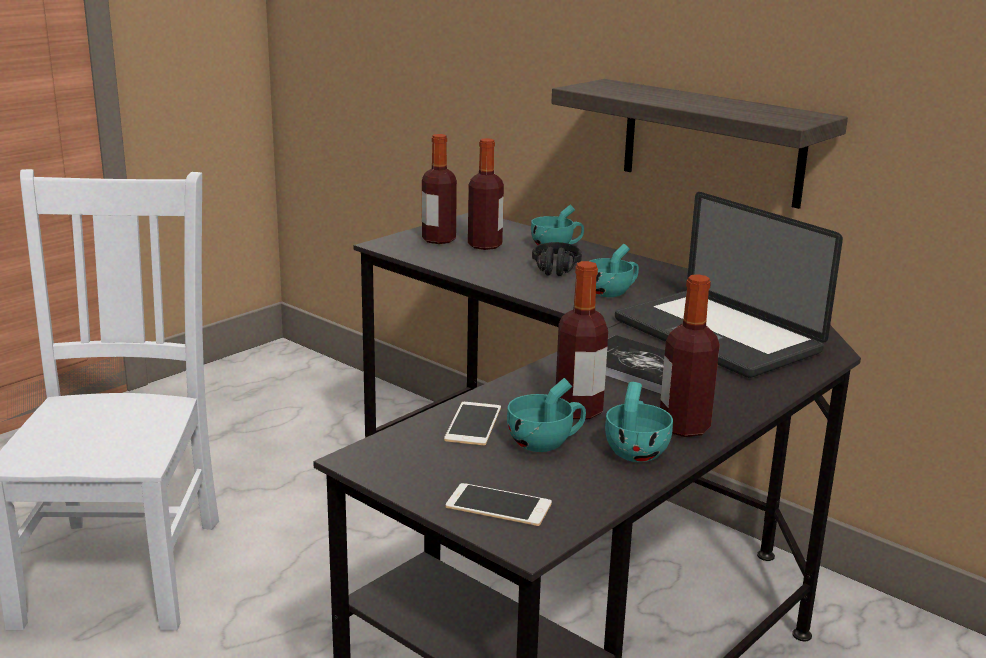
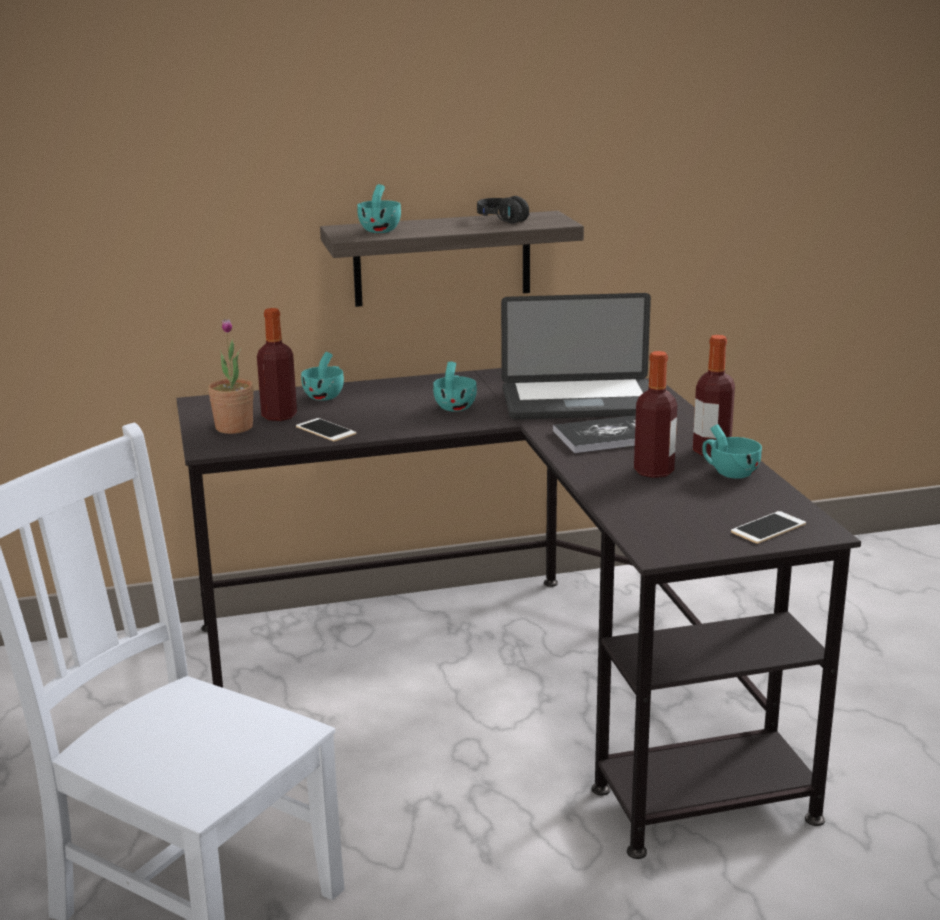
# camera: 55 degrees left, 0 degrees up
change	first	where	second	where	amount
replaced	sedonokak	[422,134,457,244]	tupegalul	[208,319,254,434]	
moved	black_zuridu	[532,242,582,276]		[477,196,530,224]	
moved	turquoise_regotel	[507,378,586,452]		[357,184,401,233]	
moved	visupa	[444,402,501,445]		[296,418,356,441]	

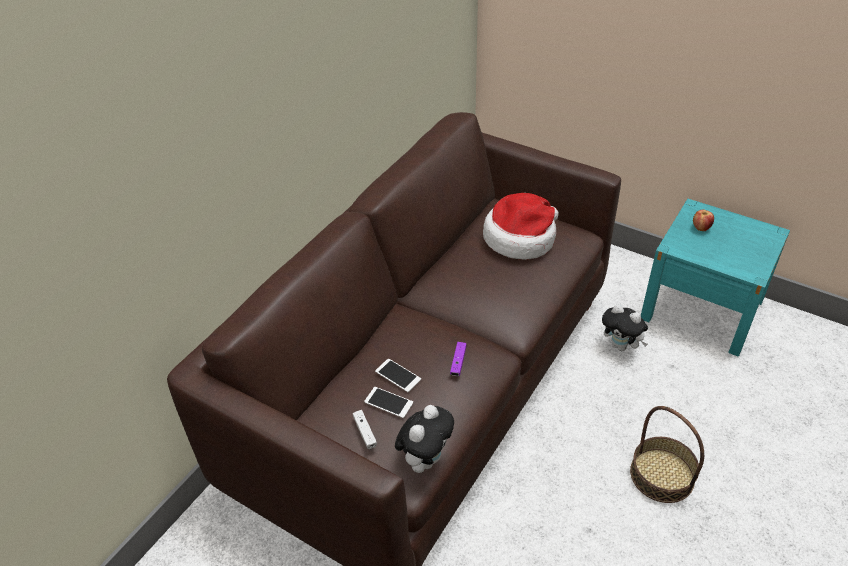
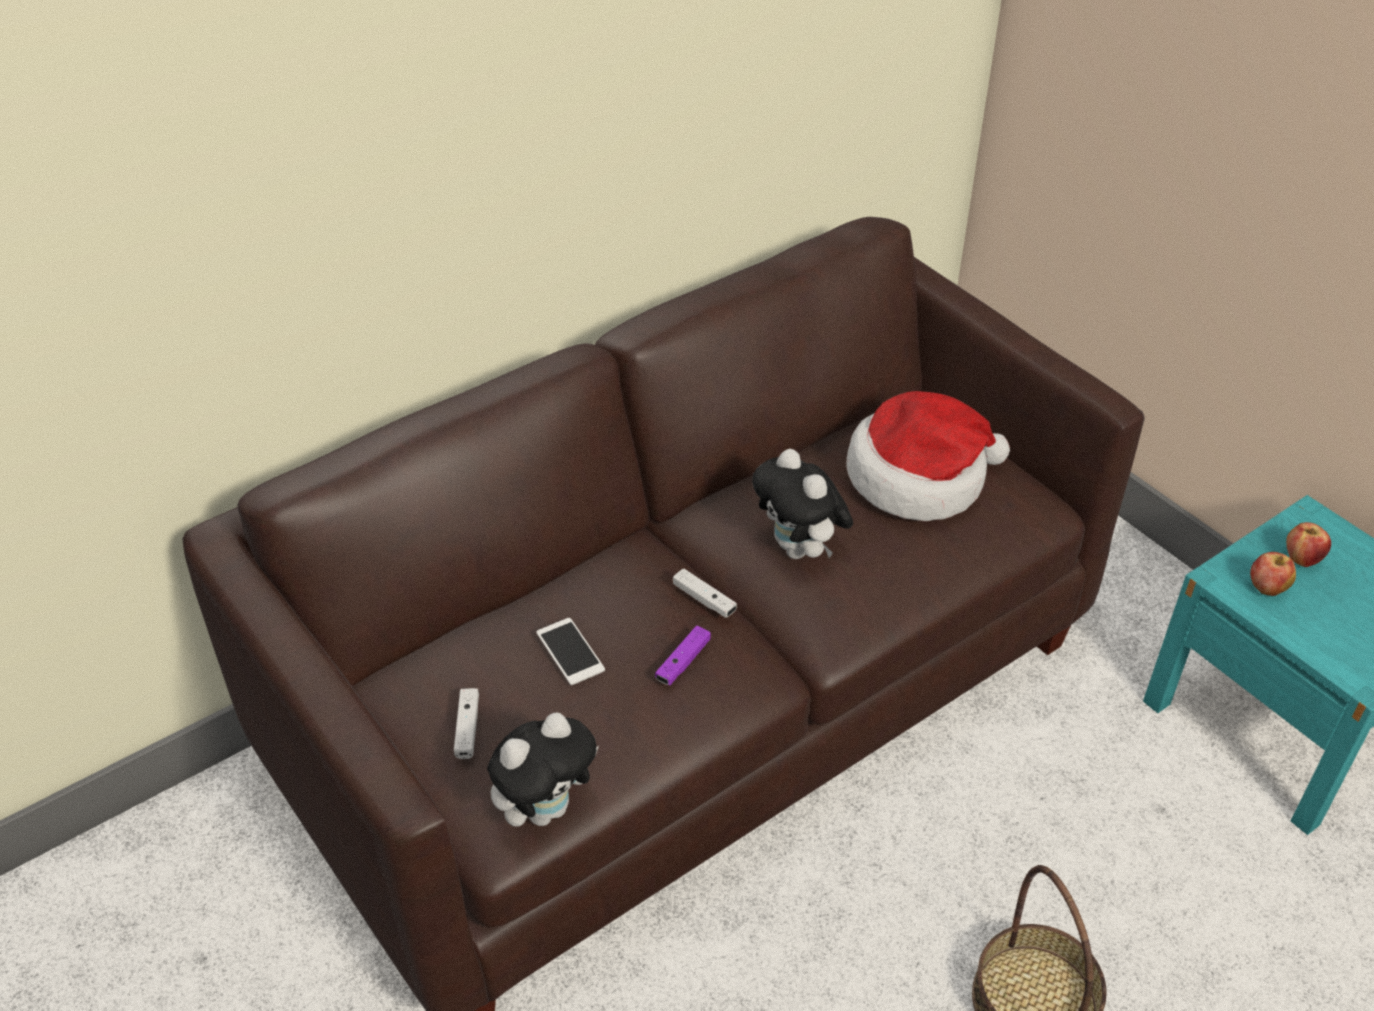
# camera: 20 degrees right, 0 degrees up
change	first	where	second	where	amount
moved	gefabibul	[602,304,648,351]		[752,449,853,559]	
removed	visupa	[364,387,413,418]			
added			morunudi	[1250,552,1296,596]	
added			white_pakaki	[673,568,737,618]	

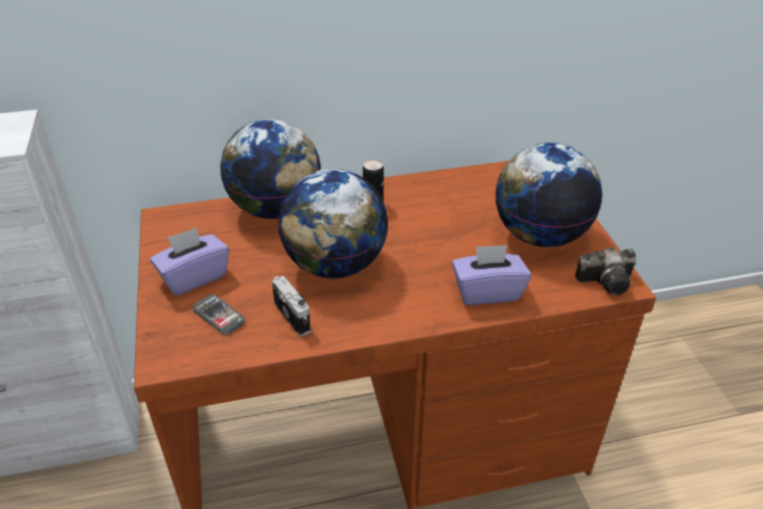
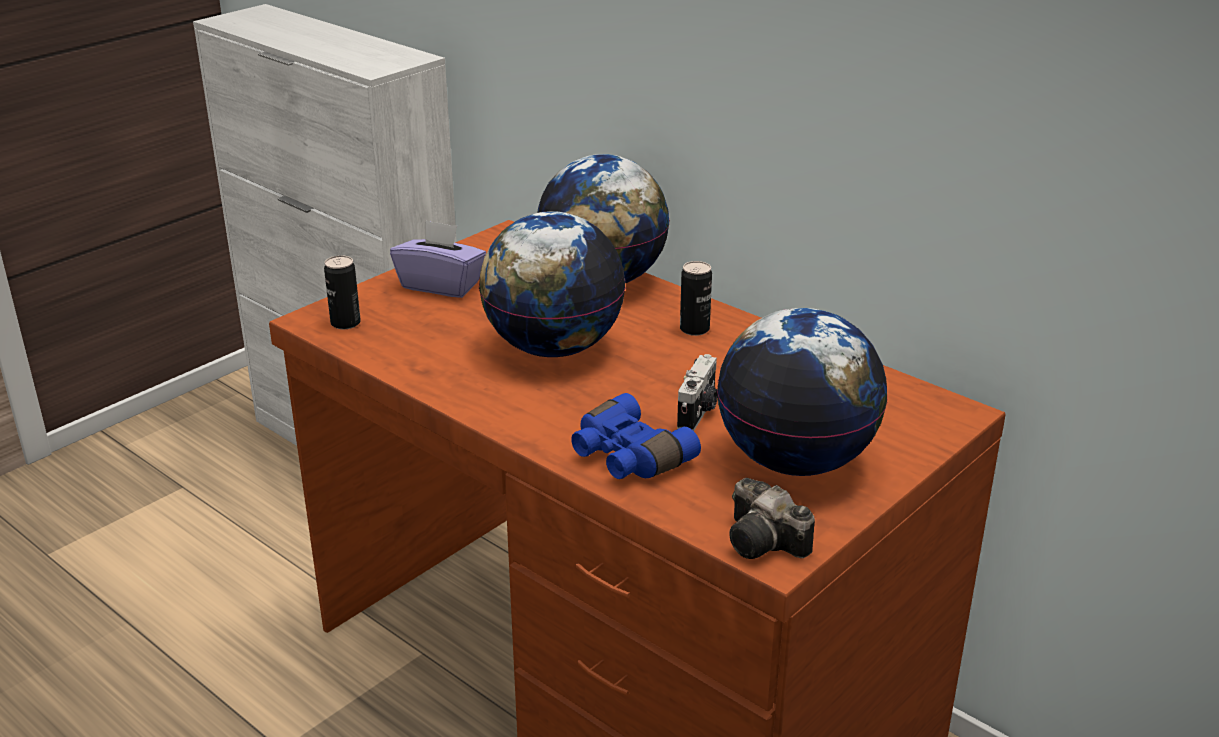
# camera: 55 degrees right, 10 degrees down
change	first	where	second	where	amount
replaced	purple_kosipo	[452,245,531,305]	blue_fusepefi	[571,393,701,479]	
moved	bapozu	[272,276,311,336]		[677,354,718,431]	
removed	visupa	[193,294,245,335]			
added			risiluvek	[324,255,361,329]	

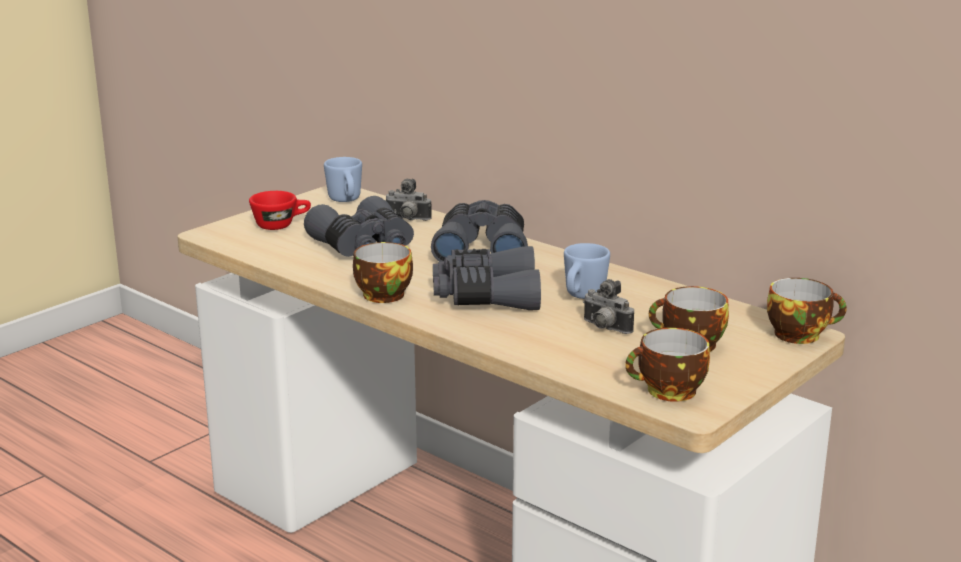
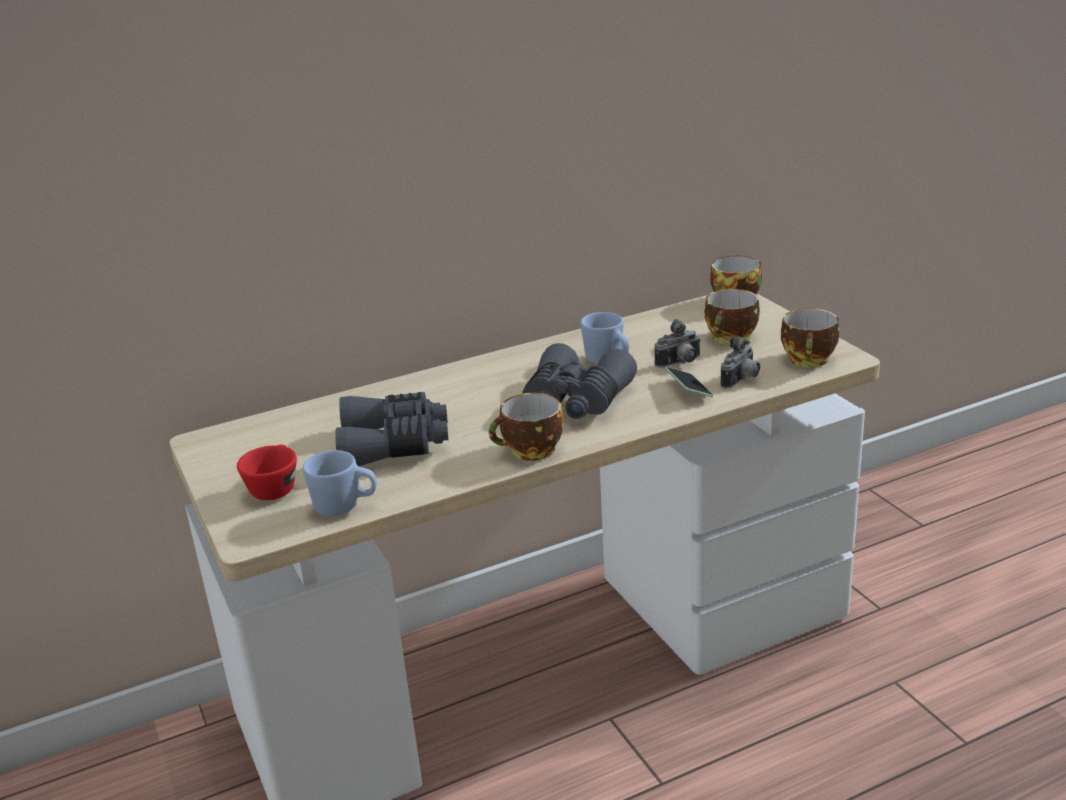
# camera: 65 degrees left, 5 degrees up
change	first	where	second	where	amount
moved	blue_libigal	[324,157,362,202]		[303,450,377,516]	
moved	bapozu	[385,179,432,221]		[721,336,760,389]	
removed	grey_fusepefi	[431,200,528,261]			
added			visupa	[665,367,713,397]	

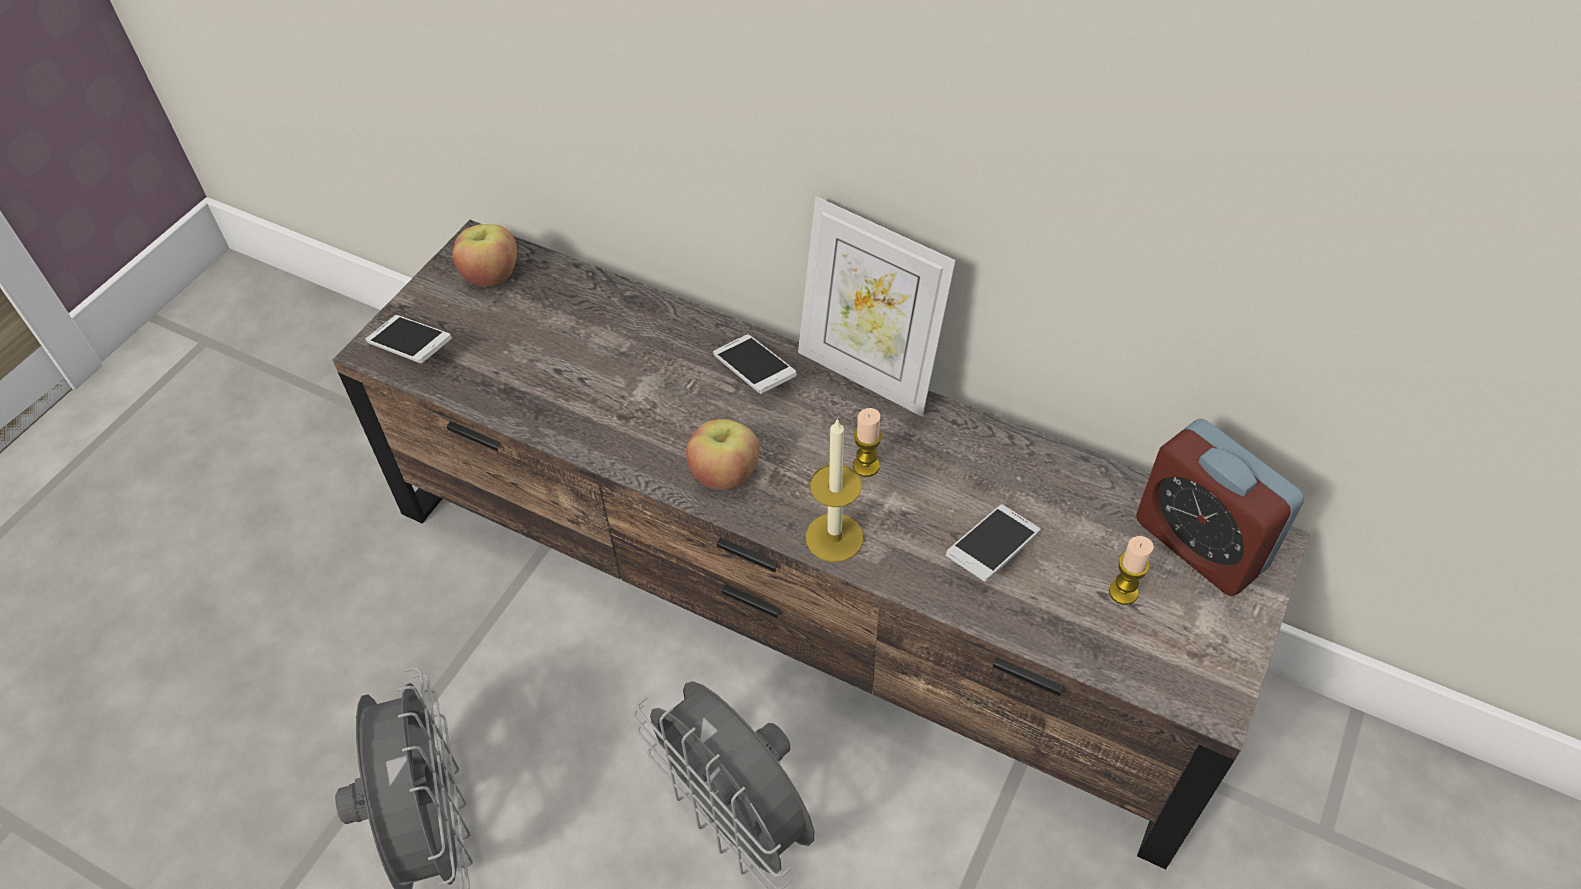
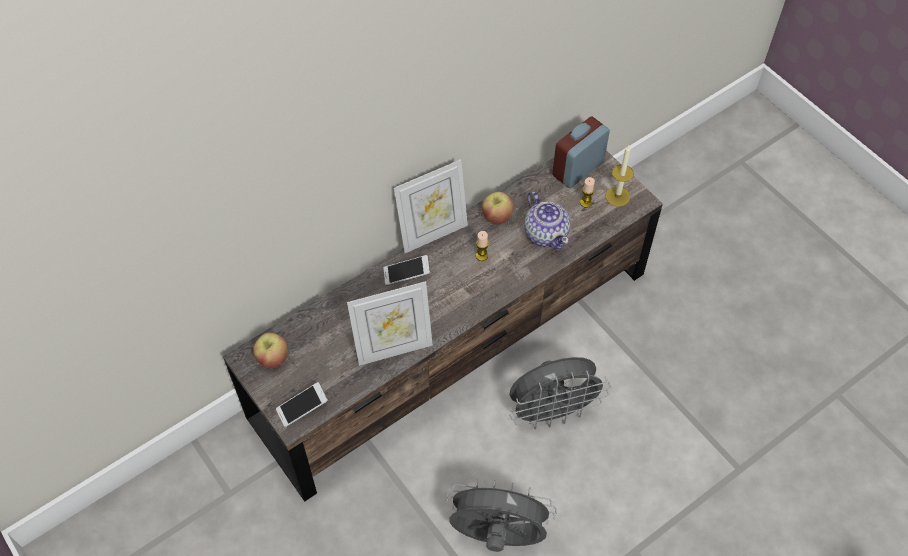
# camera: 65 degrees left, 5 degrees up
change	first	where	second	where	amount
moved	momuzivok	[806,418,864,562]		[606,145,634,207]	
turned	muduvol	[1136,418,1304,596]		[552,117,610,188]	150 degrees clockwise
moved	morunudi	[686,419,759,490]		[482,192,513,225]	
replaced	visupa	[946,504,1040,582]	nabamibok	[524,191,570,250]	
added			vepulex	[347,281,433,366]	

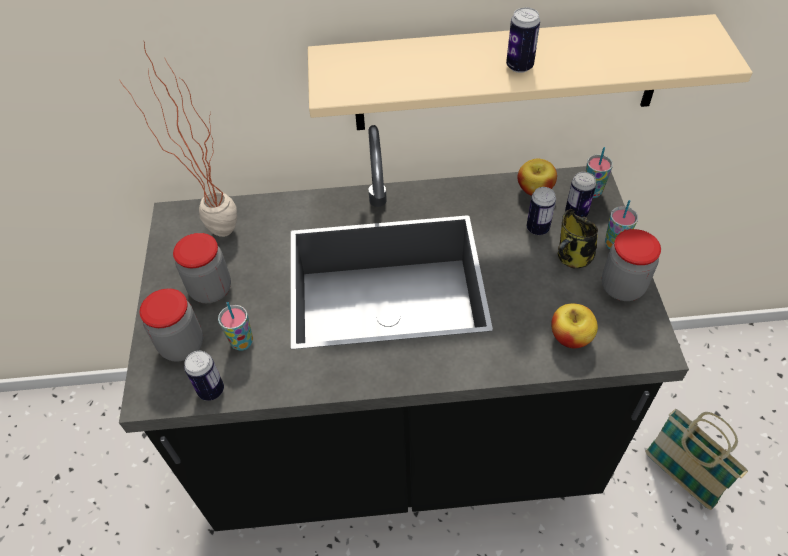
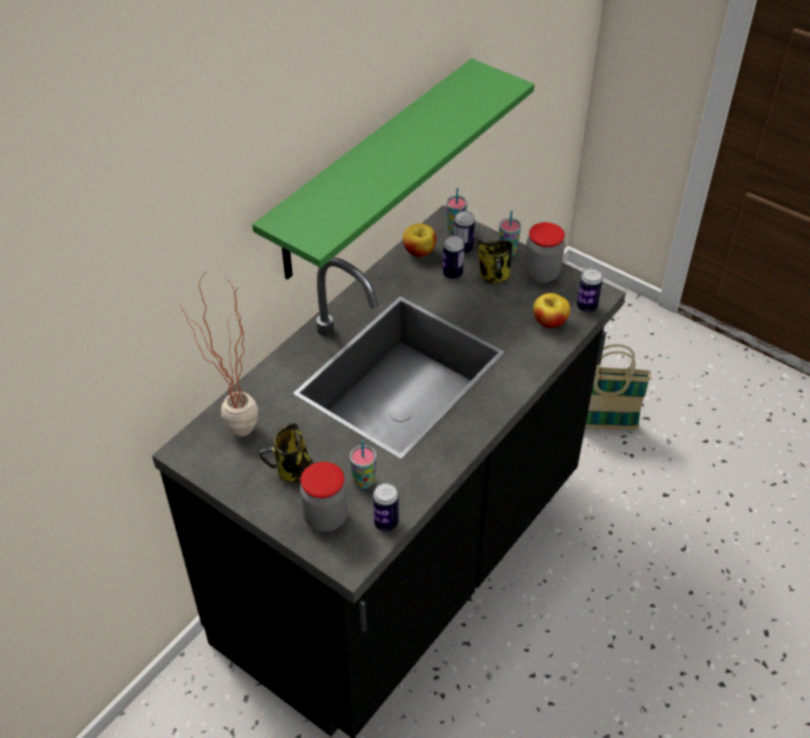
# camera: 50 degrees left, 5 degrees down
change	first	where	second	where	amount
moved	risiluvek	[506,7,540,73]		[577,268,603,313]	
recoloured	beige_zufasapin	[308,14,753,130]	green_zufasapin	[252,59,535,280]	
replaced	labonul	[173,233,231,303]	libigal	[259,423,314,483]	

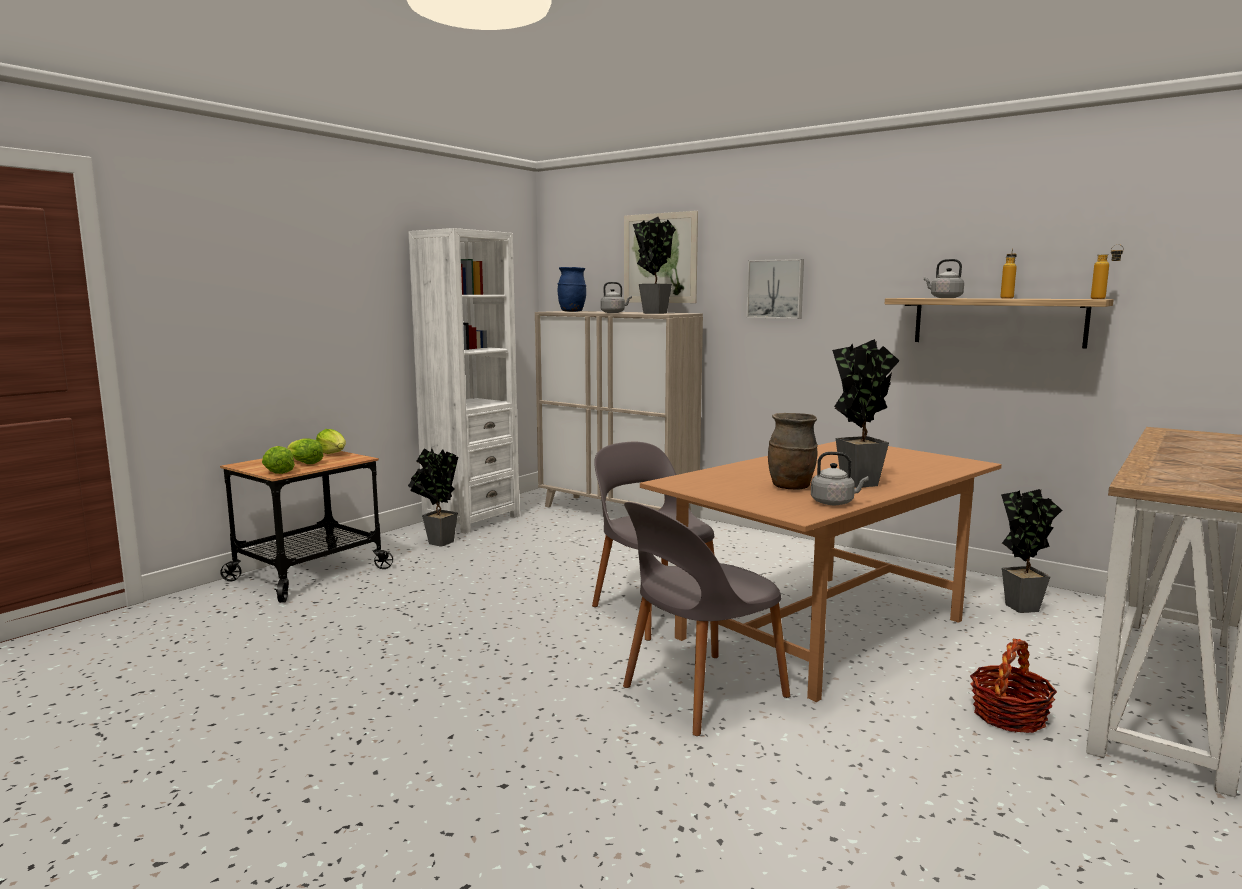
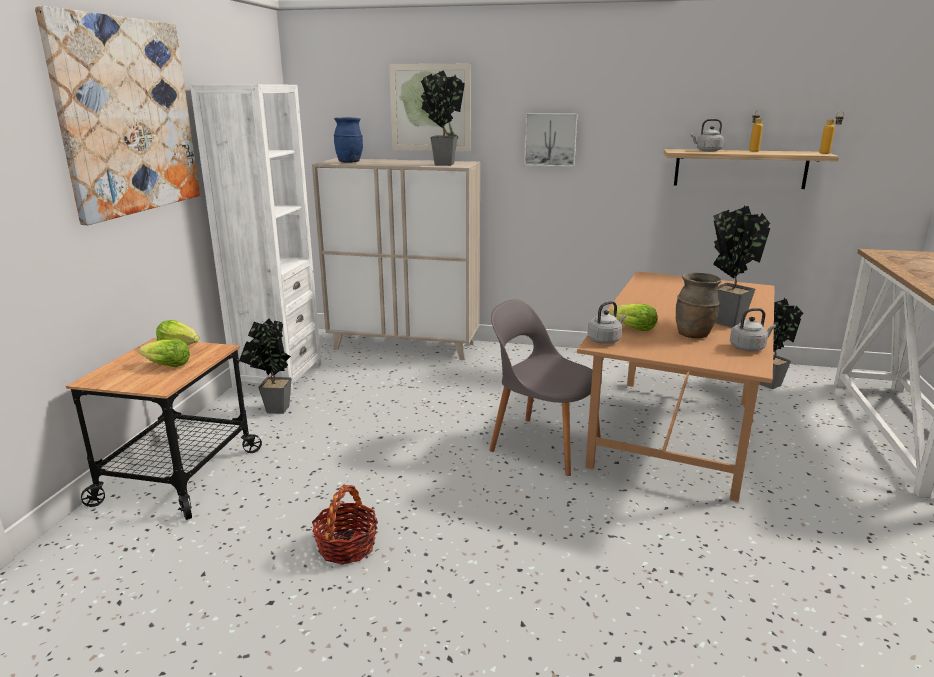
# camera: 25 degrees left, 10 degrees up
change	first	where	second	where	amount
moved	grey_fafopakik	[600,282,632,313]		[588,301,626,344]	
moved	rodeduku	[262,446,295,474]		[609,303,657,331]	
removed	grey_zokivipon	[623,502,790,736]			
moved	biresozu	[970,639,1057,733]		[312,485,378,565]	
added			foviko	[35,6,200,225]	

